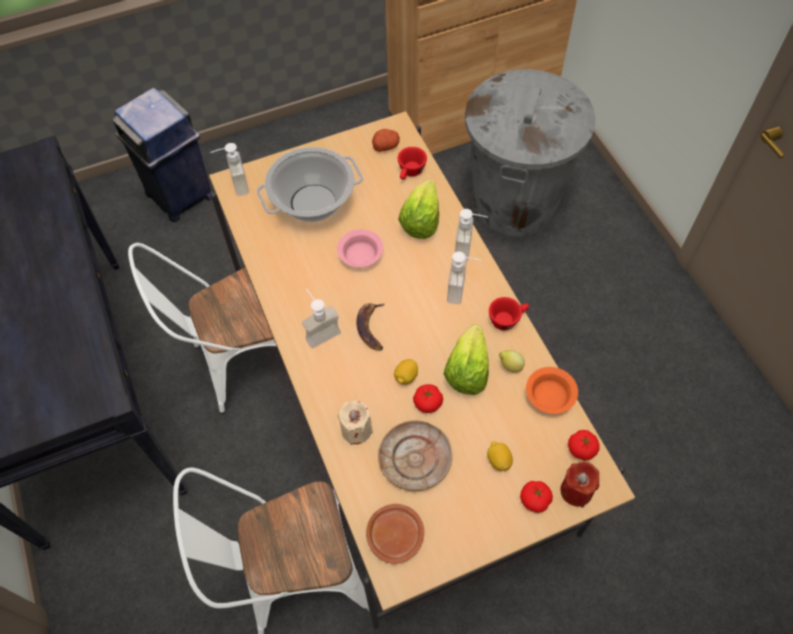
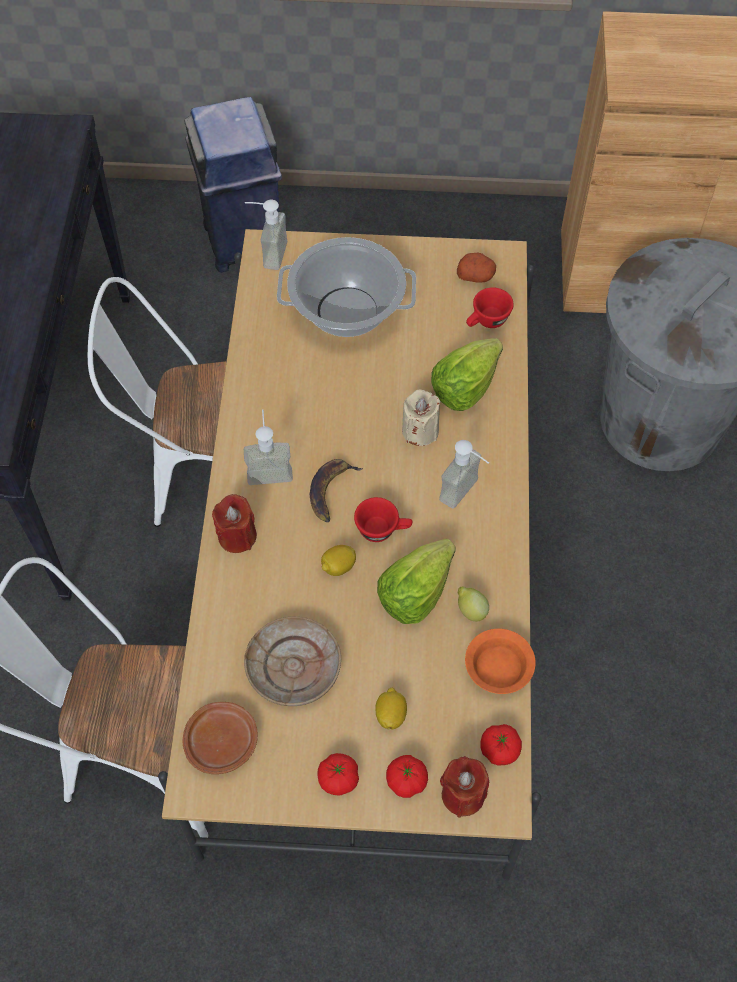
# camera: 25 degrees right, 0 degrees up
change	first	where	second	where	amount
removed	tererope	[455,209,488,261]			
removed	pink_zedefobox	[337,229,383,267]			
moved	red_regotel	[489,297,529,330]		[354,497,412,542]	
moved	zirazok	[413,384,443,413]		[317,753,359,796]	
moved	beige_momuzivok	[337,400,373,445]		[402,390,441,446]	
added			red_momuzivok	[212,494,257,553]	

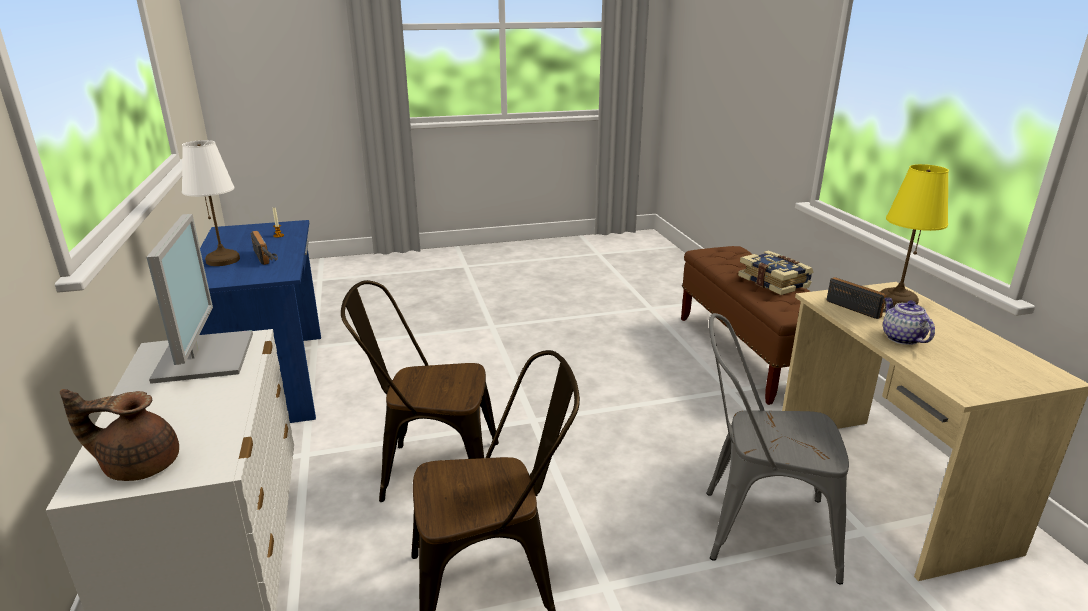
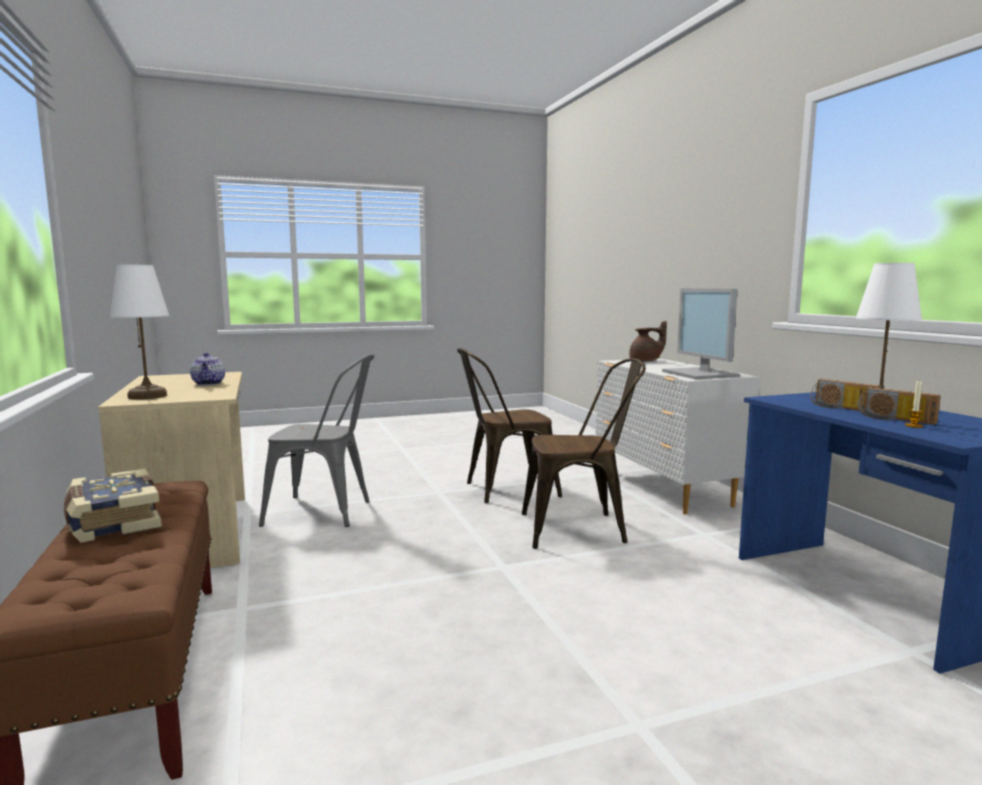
# camera: 175 degrees right, 15 degrees down
change	first	where	second	where	amount
recoloured	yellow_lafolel	[880,164,949,307]	white_lafolel	[110,265,169,400]	
moved	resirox	[827,277,887,319]		[858,387,941,425]	

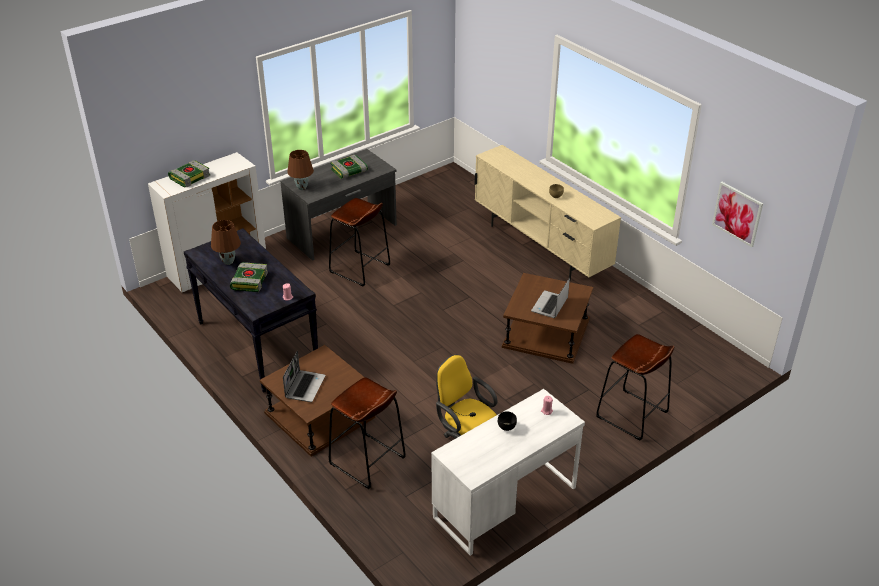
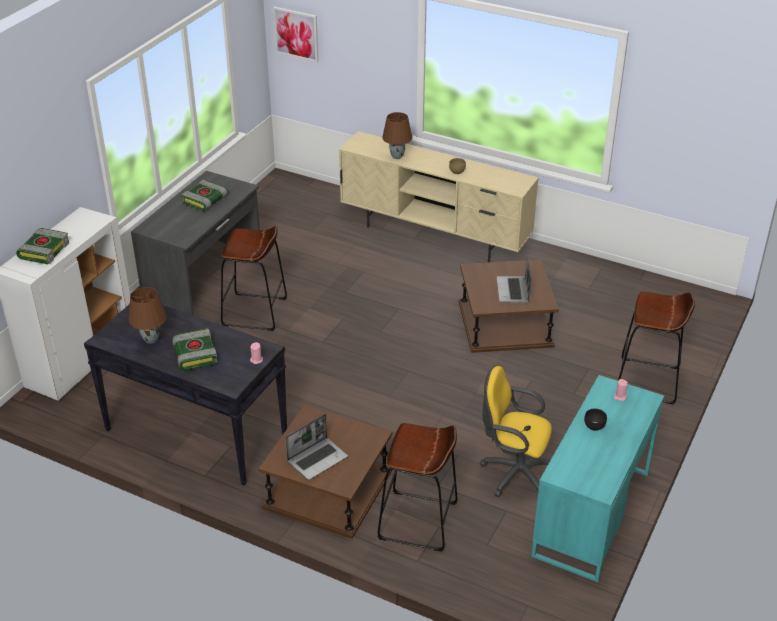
# camera: 25 degrees left, 0 degrees up
change	first	where	second	where	amount
moved	brown_lafolel	[287,150,314,190]		[383,112,412,159]	
moved	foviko	[712,182,763,247]		[273,7,319,62]	
turned	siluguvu	[283,351,326,402]		[285,414,348,480]	60 degrees clockwise
recoloured	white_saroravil	[431,389,585,556]	turquoise_saroravil	[531,375,664,582]	

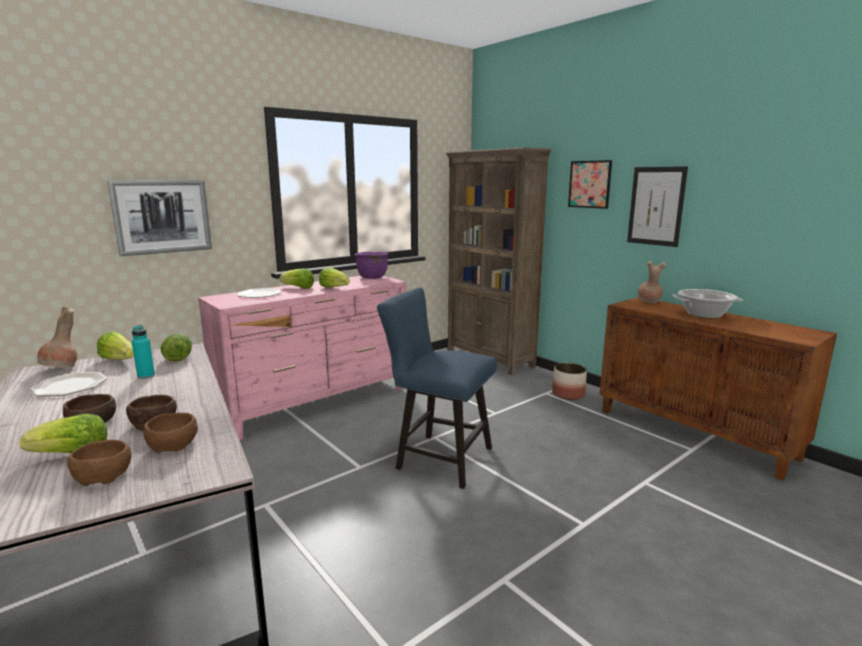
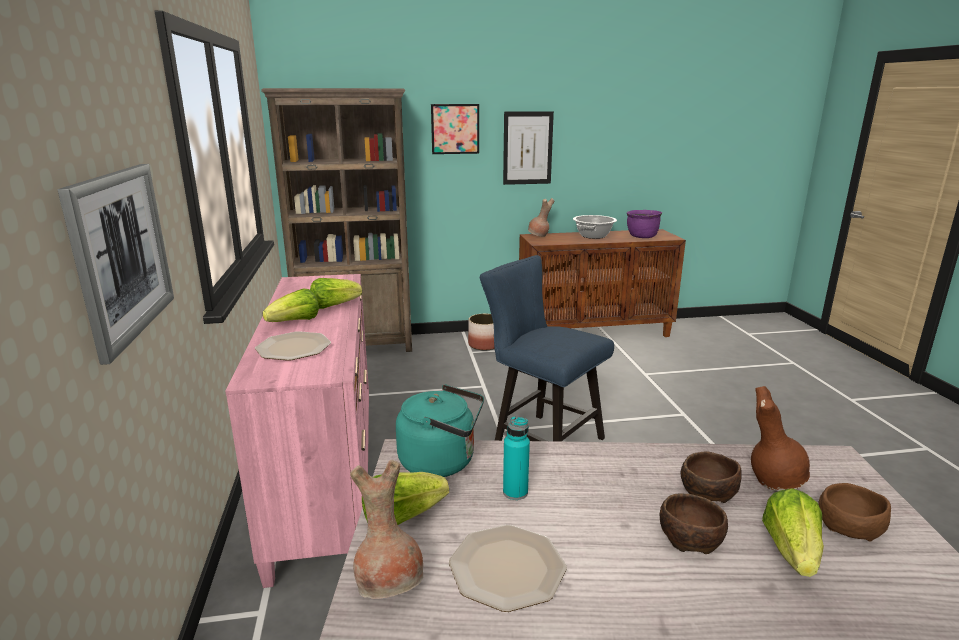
# camera: 60 degrees left, 5 degrees up
change	first	where	second	where	amount
moved	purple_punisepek	[354,252,388,279]		[627,210,662,238]	
turned	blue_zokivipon	[377,287,497,489]		[480,255,614,442]	75 degrees clockwise
replaced	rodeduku	[161,334,192,362]	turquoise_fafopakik	[396,384,484,477]	
replaced	brown_zedefobox	[143,413,198,453]	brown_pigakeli	[751,386,810,491]	

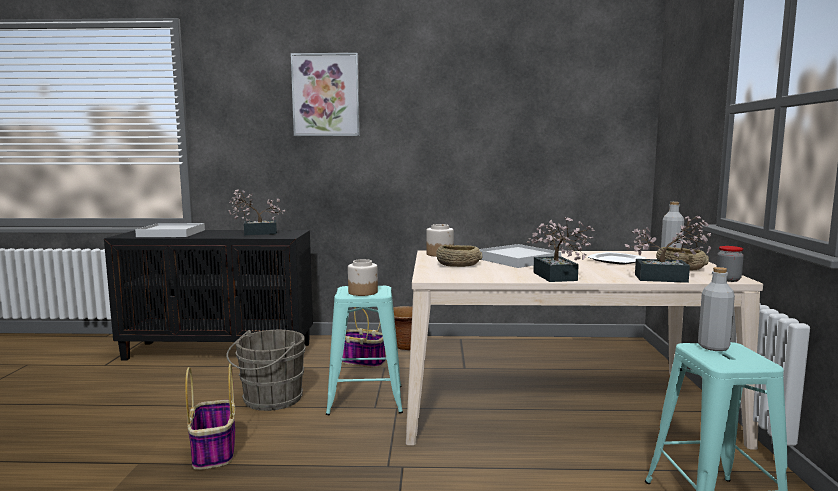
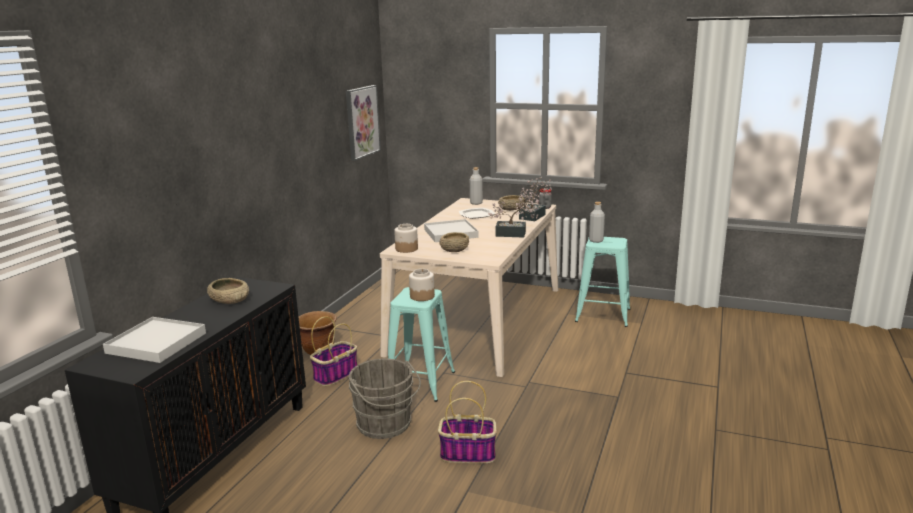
# camera: 70 degrees left, 10 degrees up
change	first	where	second	where	amount
moved	foviko	[291,53,360,136]		[346,85,381,161]	
replaced	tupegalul	[229,189,285,235]	beige_zedefobox	[207,278,249,304]	

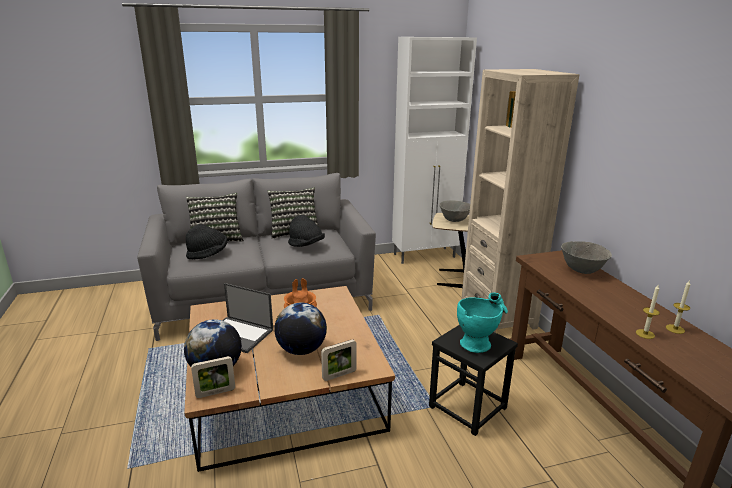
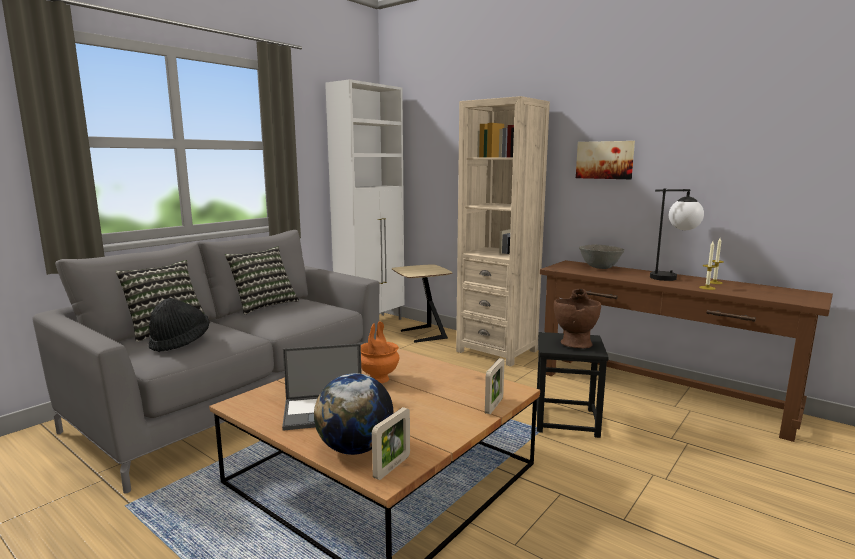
# camera: 35 degrees left, 10 degrees down
change	first	where	second	where	amount
removed	grey_zedefobox	[439,200,470,222]			
removed	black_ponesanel	[288,215,325,247]			
recoloured	turquoise_pigakeli	[457,292,508,353]	brown_pigakeli	[554,289,601,349]	
removed	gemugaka	[274,303,327,355]			
added			foviko	[576,141,635,179]	
added			lafolel	[650,188,704,281]	

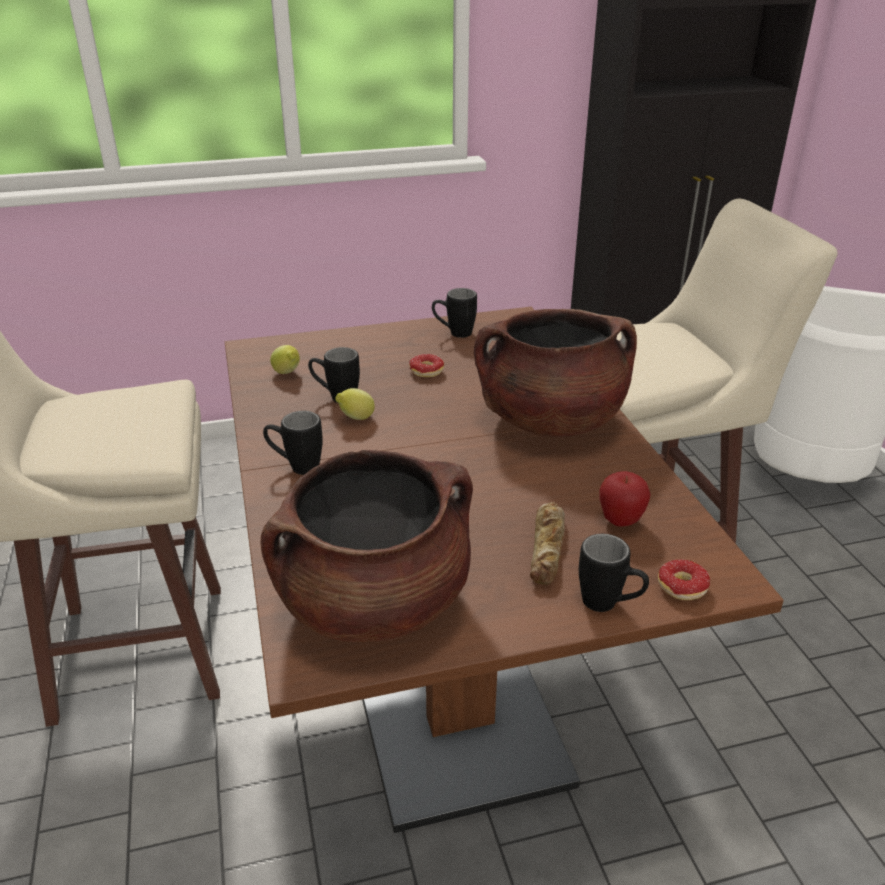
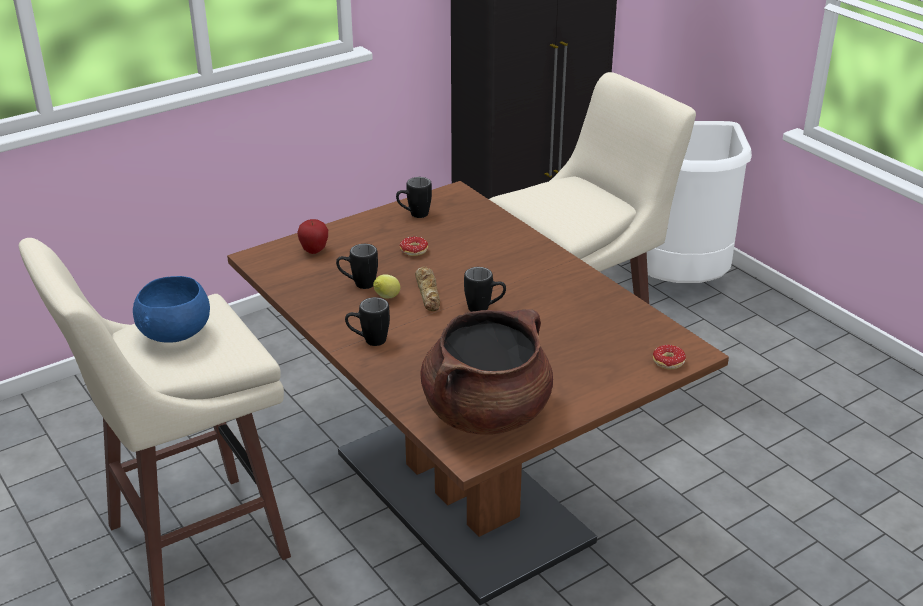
# camera: 20 degrees left, 0 degrees up
change	first	where	second	where	amount
removed	brown_punisepek	[474,309,637,437]			
removed	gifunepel	[270,345,300,374]			
moved	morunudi	[600,471,651,527]		[297,219,328,254]	
moved	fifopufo	[530,502,565,585]		[415,266,440,311]	
moved	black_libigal	[579,534,649,612]		[464,267,506,312]	
added			blue_zedefobox	[133,276,210,343]	

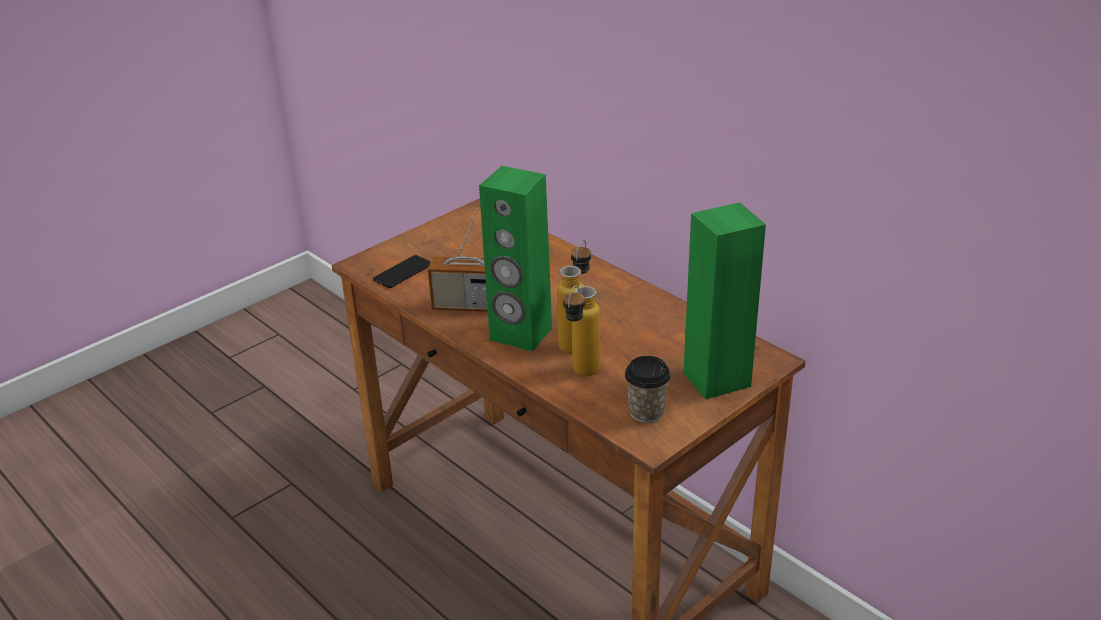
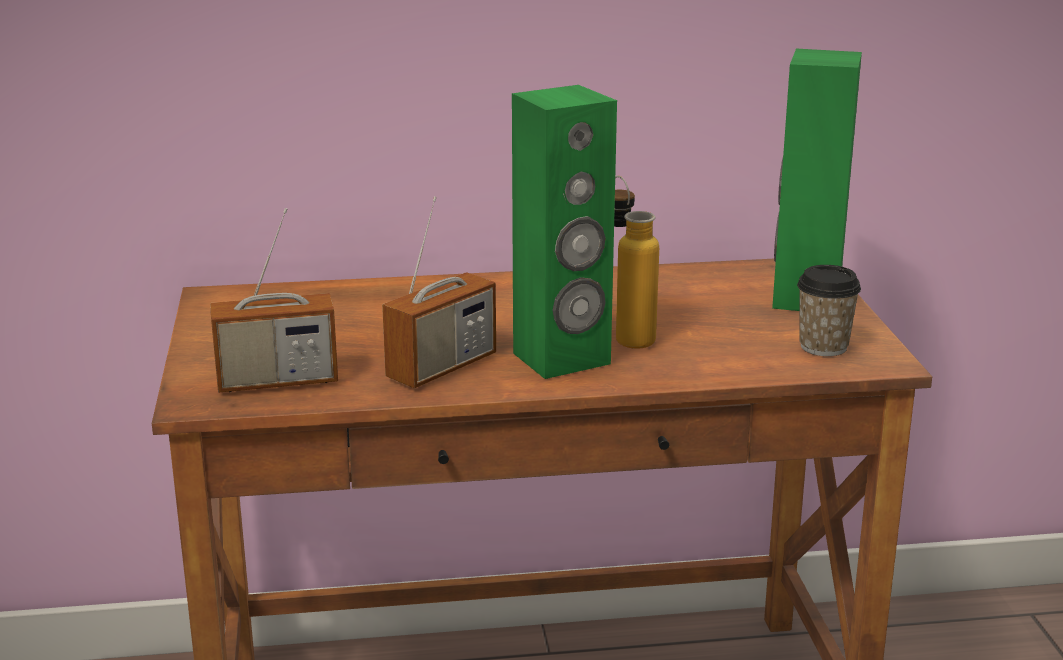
# camera: 55 degrees left, 10 degrees down
change	first	where	second	where	amount
replaced	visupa	[373,255,430,288]	resirox	[210,208,338,392]	
removed	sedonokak	[563,285,600,376]			

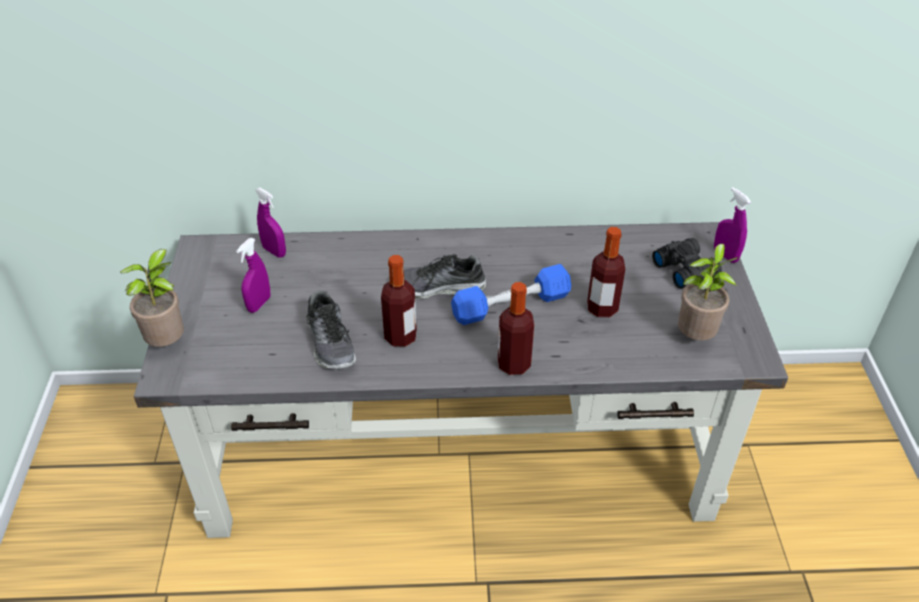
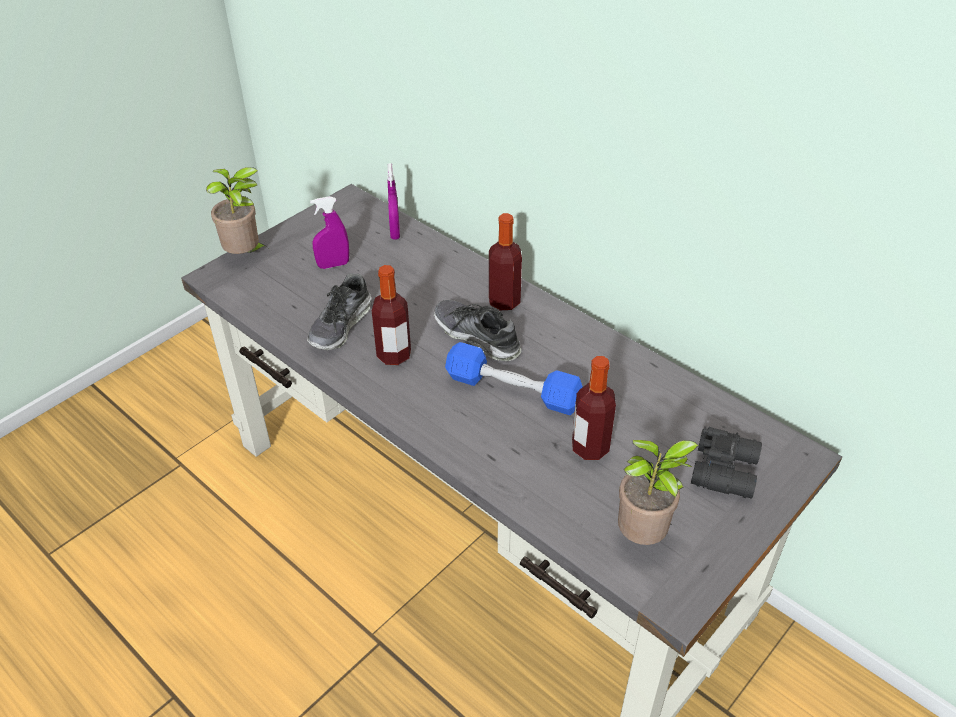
# camera: 45 degrees right, 0 degrees up
change	first	where	second	where	amount
removed	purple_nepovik	[714,187,751,263]			
moved	sedonokak	[498,282,534,375]		[489,213,522,310]	

